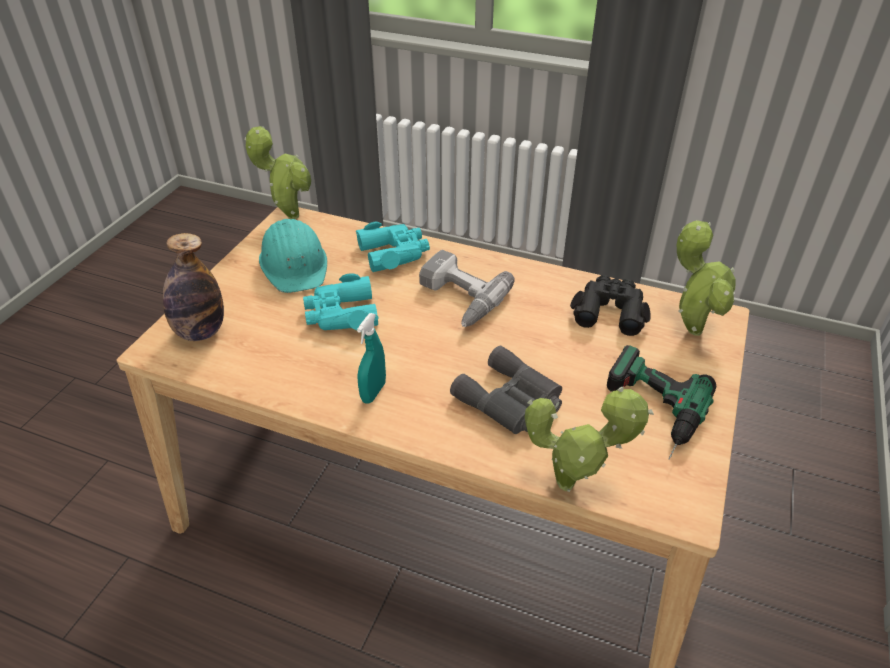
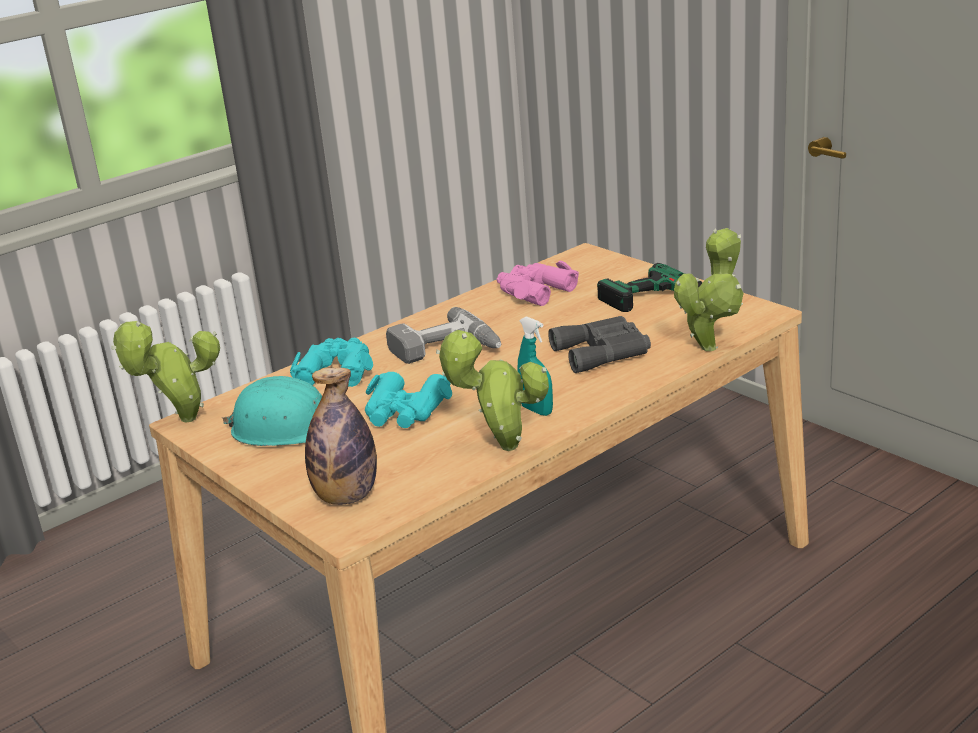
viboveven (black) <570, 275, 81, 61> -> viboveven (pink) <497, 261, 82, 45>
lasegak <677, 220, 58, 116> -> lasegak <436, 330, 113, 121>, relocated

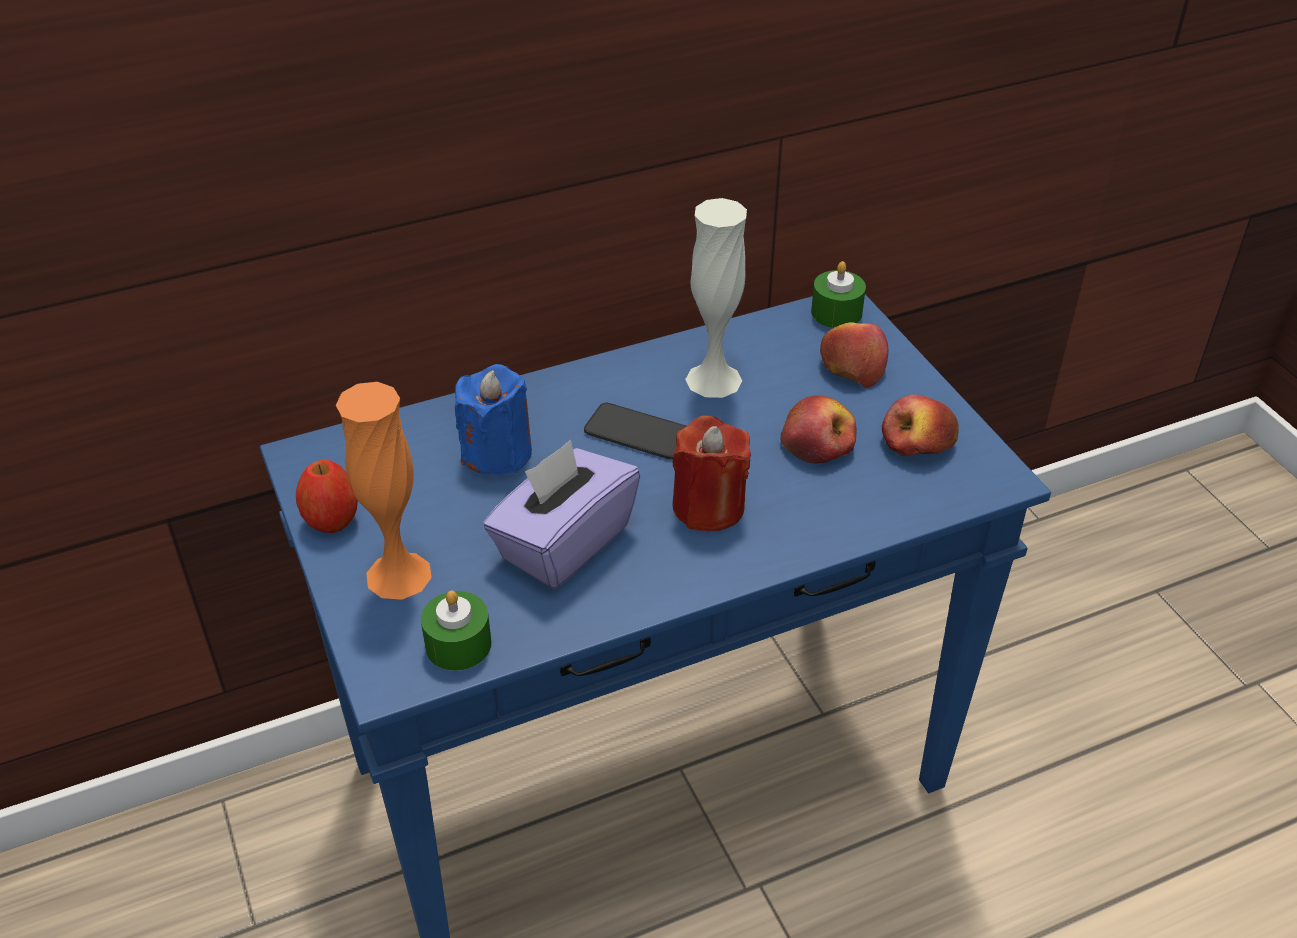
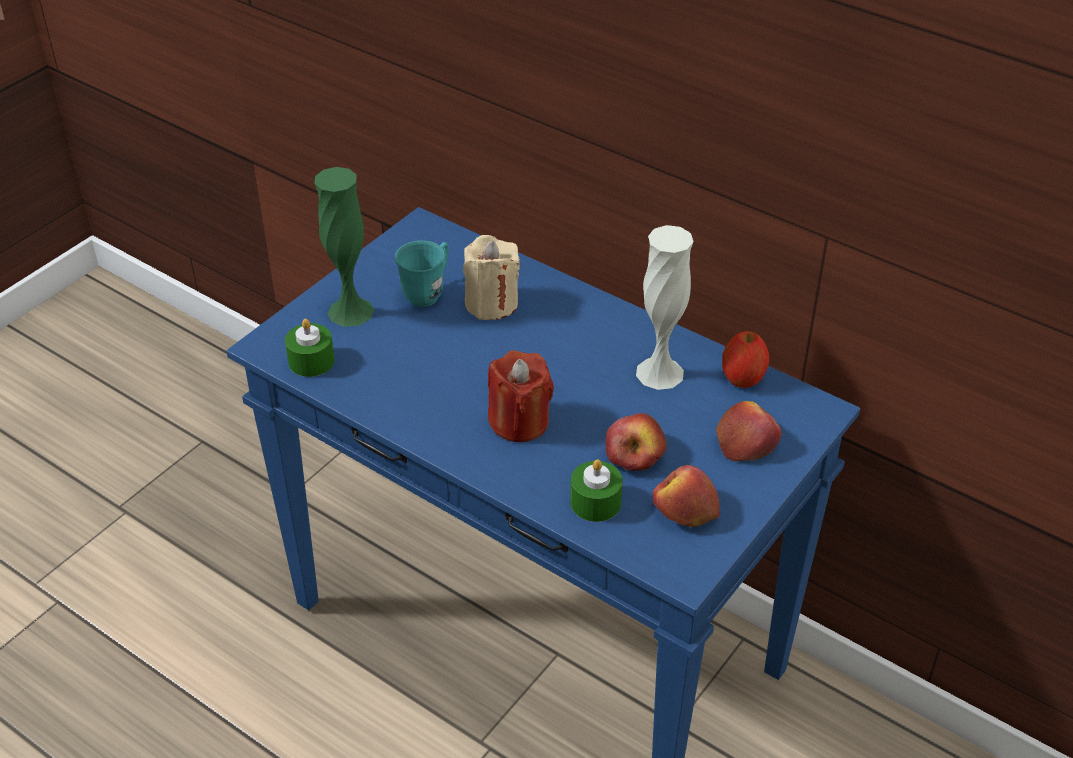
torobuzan <296, 460, 62, 73> -> torobuzan <722, 331, 47, 57>, relocated
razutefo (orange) <336, 382, 96, 218> -> razutefo (green) <315, 167, 59, 160>
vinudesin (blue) <455, 364, 77, 112> -> vinudesin (beige) <463, 235, 57, 85>
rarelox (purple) <483, 439, 158, 150> -> none
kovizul <584, 403, 102, 57> -> none
vinudesin (green) <811, 261, 55, 67> -> vinudesin (green) <570, 459, 53, 63>, relocated
none -> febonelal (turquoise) <395, 240, 54, 67>

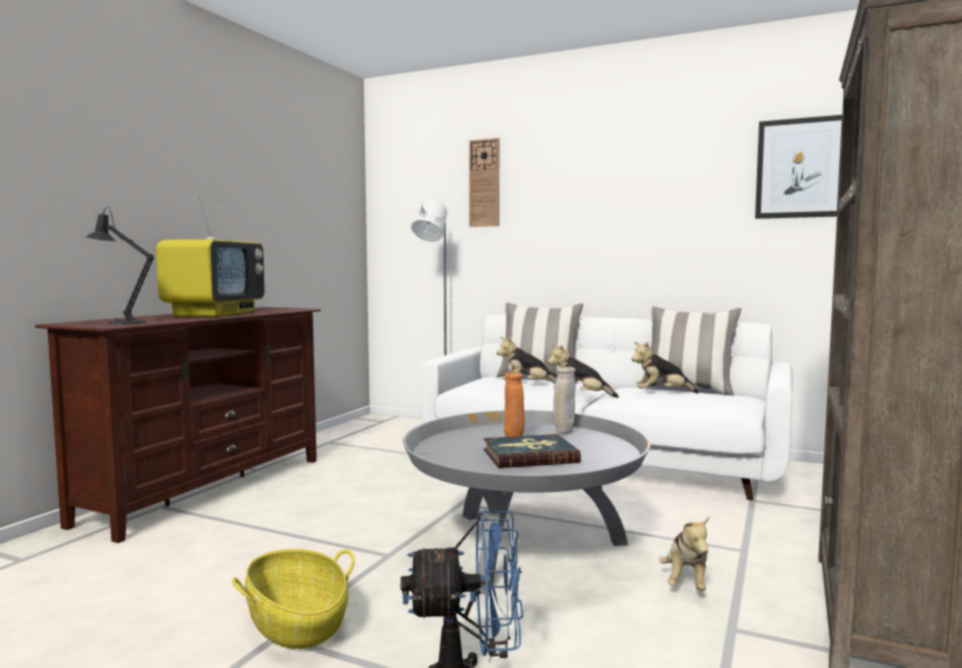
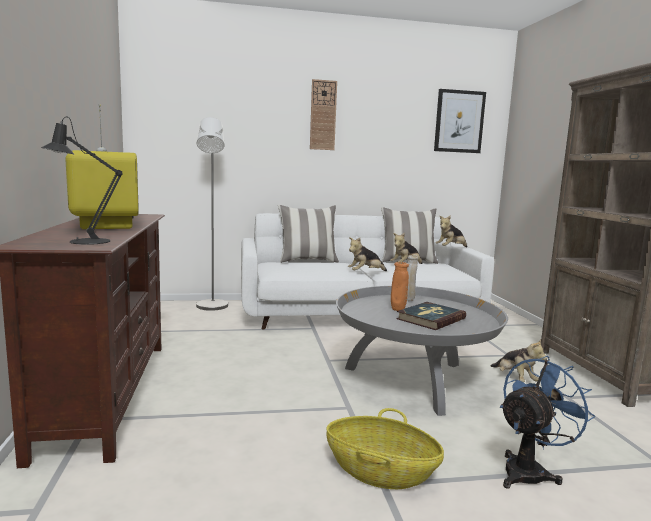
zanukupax <469, 138, 30, 89> -> zanukupax <310, 79, 27, 71>, relocated
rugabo <496, 337, 61, 47> -> rugabo <436, 215, 31, 32>, relocated

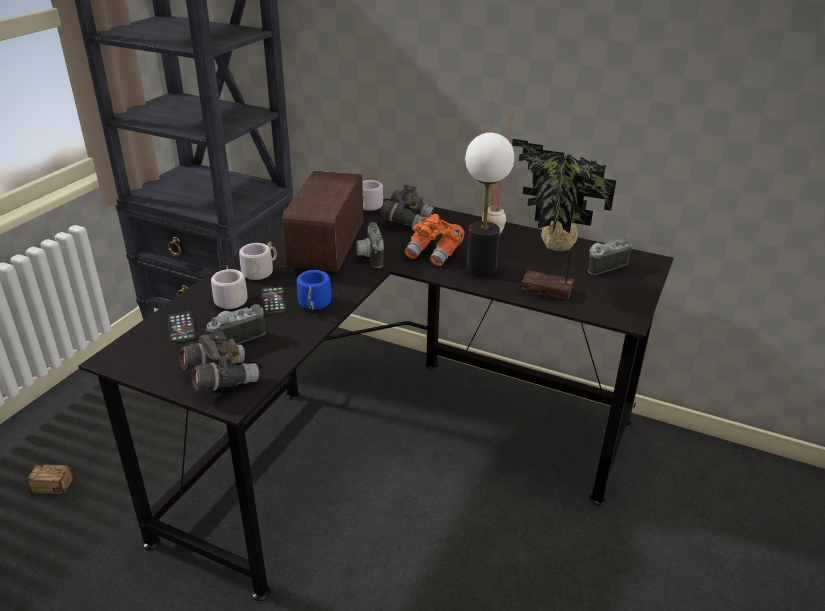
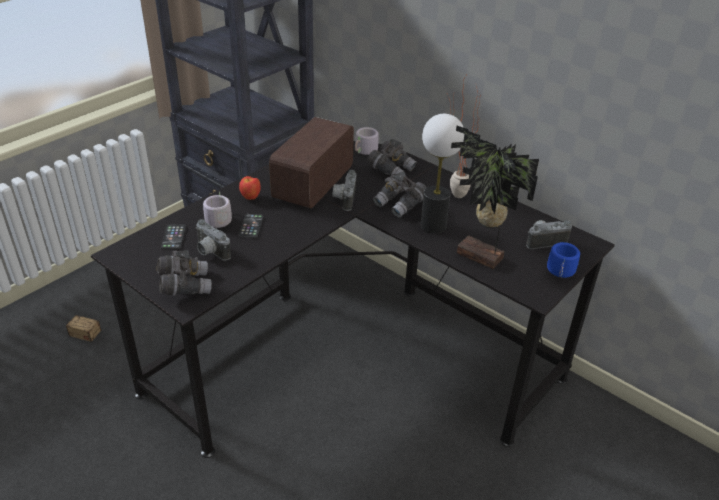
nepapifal <205, 304, 61, 40> -> nepapifal <196, 219, 35, 42>, 120 degrees counterclockwise
febonelal (grey) <239, 241, 38, 39> -> torobuzan <239, 176, 22, 24>
febonelal (blue) <297, 270, 42, 40> -> febonelal (blue) <547, 242, 33, 36>, relocated
viboveven (orange) <405, 214, 60, 52> -> viboveven (grey) <373, 172, 53, 46>

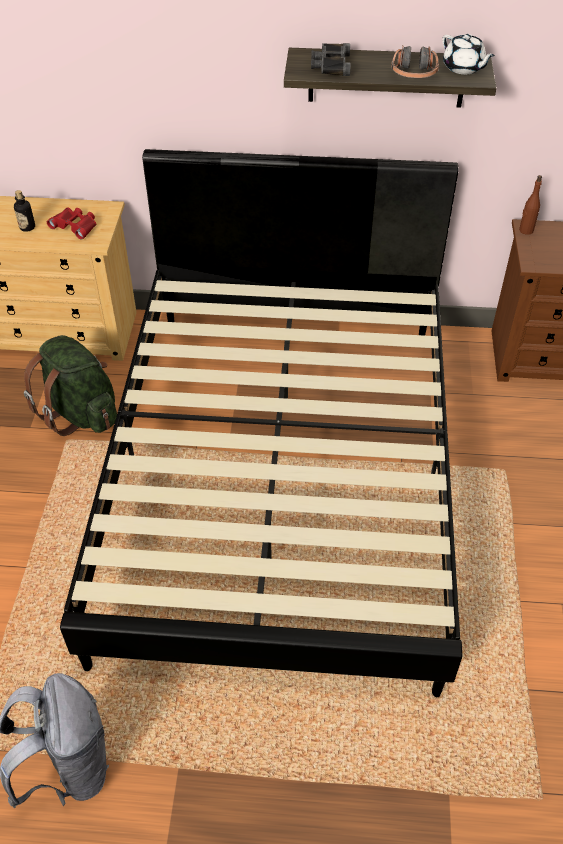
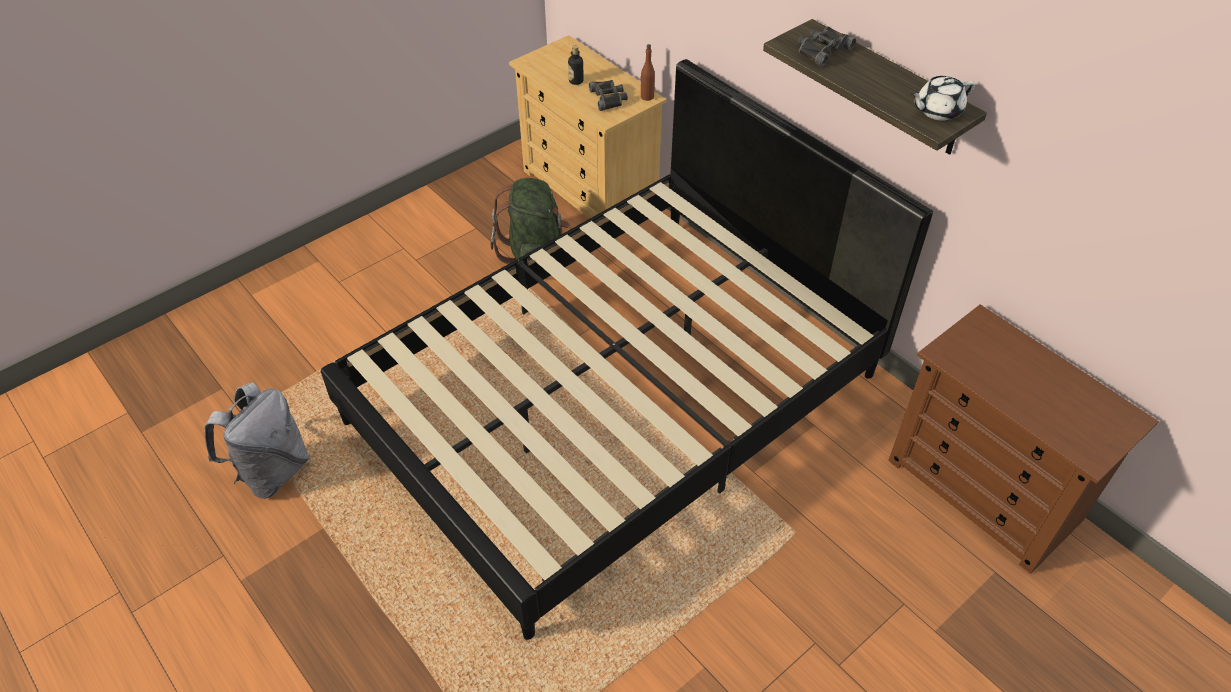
viboveven (red) <47, 207, 49, 33> -> viboveven (black) <589, 80, 39, 31>
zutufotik <391, 46, 48, 32> -> none
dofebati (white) <442, 34, 53, 40> -> dofebati (white) <911, 76, 64, 44>, 60 degrees clockwise
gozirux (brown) <519, 175, 23, 60> -> gozirux (brown) <640, 44, 15, 57>, relocated

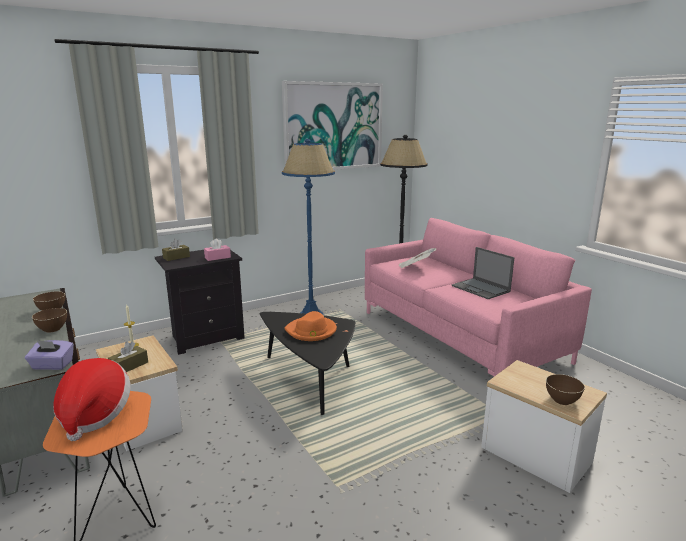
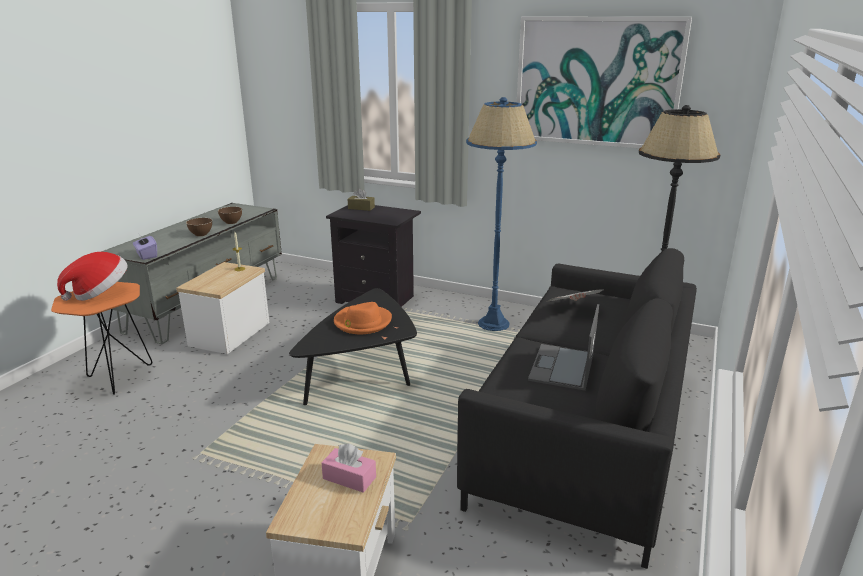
rarelox (brown) <108, 342, 40, 30> -> none
rarelox (pink) <204, 238, 27, 23> -> rarelox (pink) <321, 443, 55, 50>, relocated
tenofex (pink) <365, 218, 227, 158> -> tenofex (black) <457, 248, 240, 321>
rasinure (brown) <546, 374, 39, 31> -> none

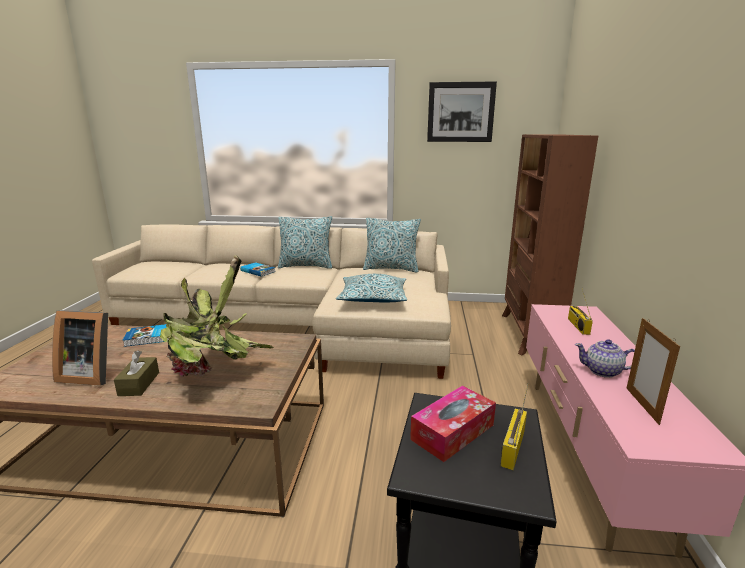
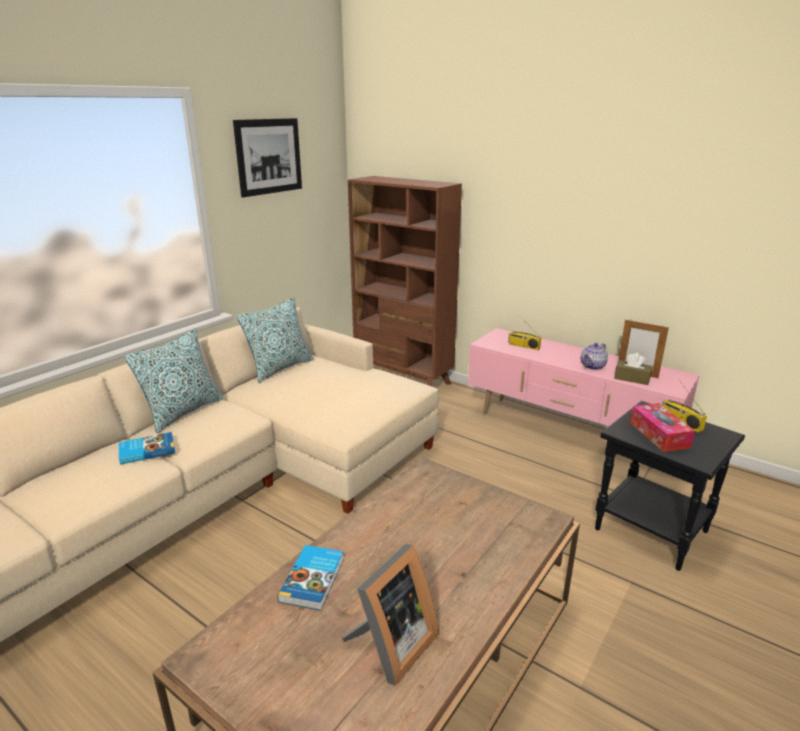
rarelox (brown) <114, 350, 45, 46> -> rarelox (brown) <614, 353, 39, 32>, relocated
lasegak <160, 255, 114, 122> -> none
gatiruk <336, 274, 71, 28> -> none

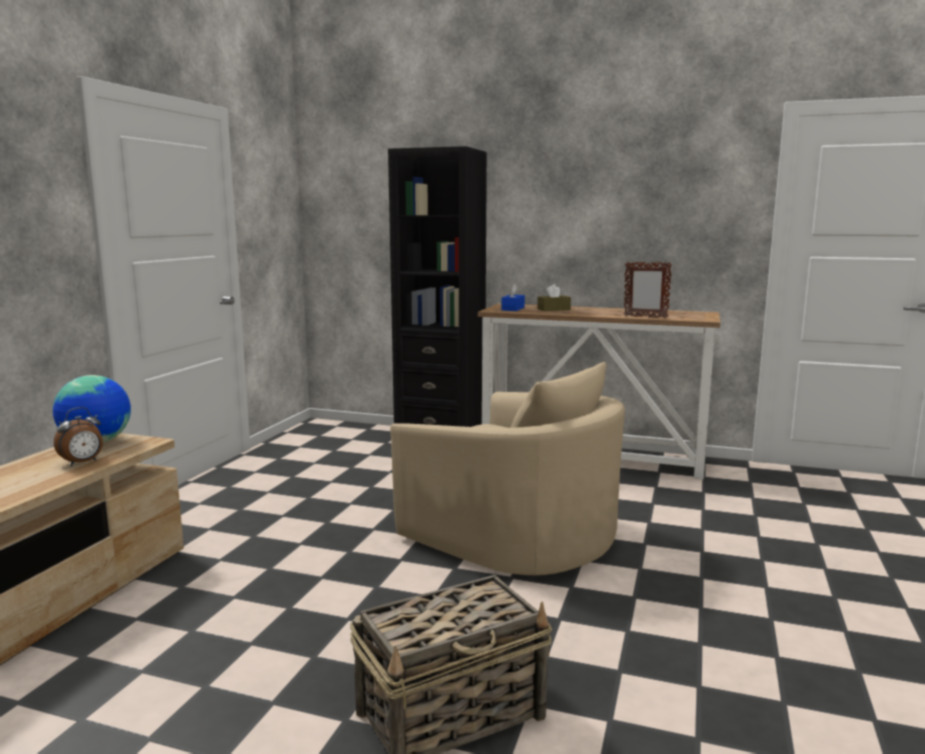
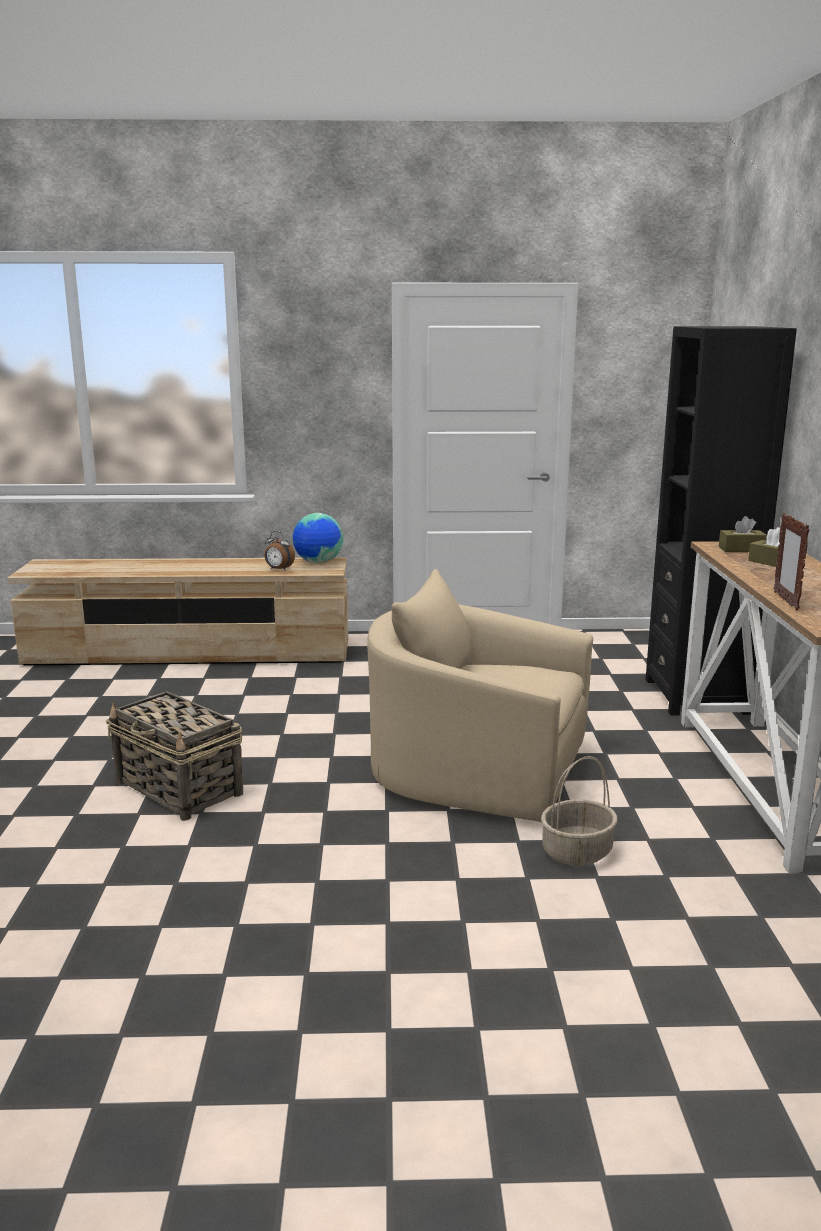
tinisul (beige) <390, 362, 235, 213> -> tinisul (beige) <367, 569, 226, 253>, 90 degrees clockwise
rarelox (blue) <501, 284, 24, 27> -> rarelox (brown) <719, 516, 48, 36>
none -> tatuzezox <541, 756, 76, 110>

